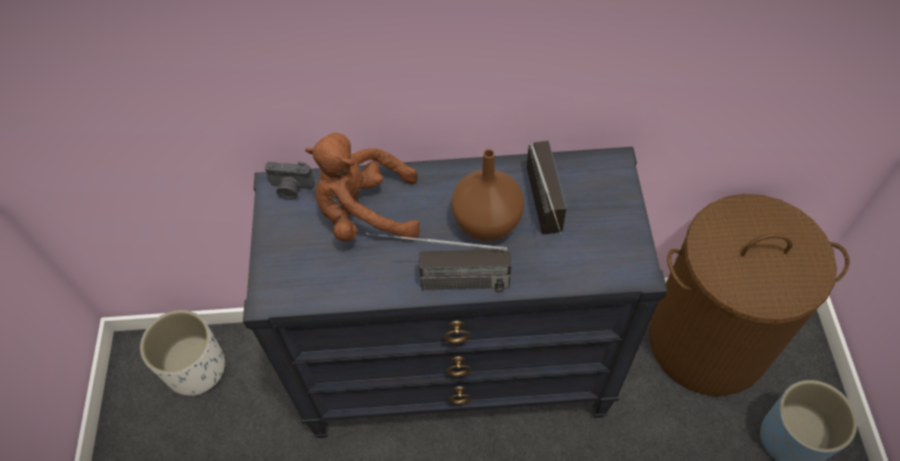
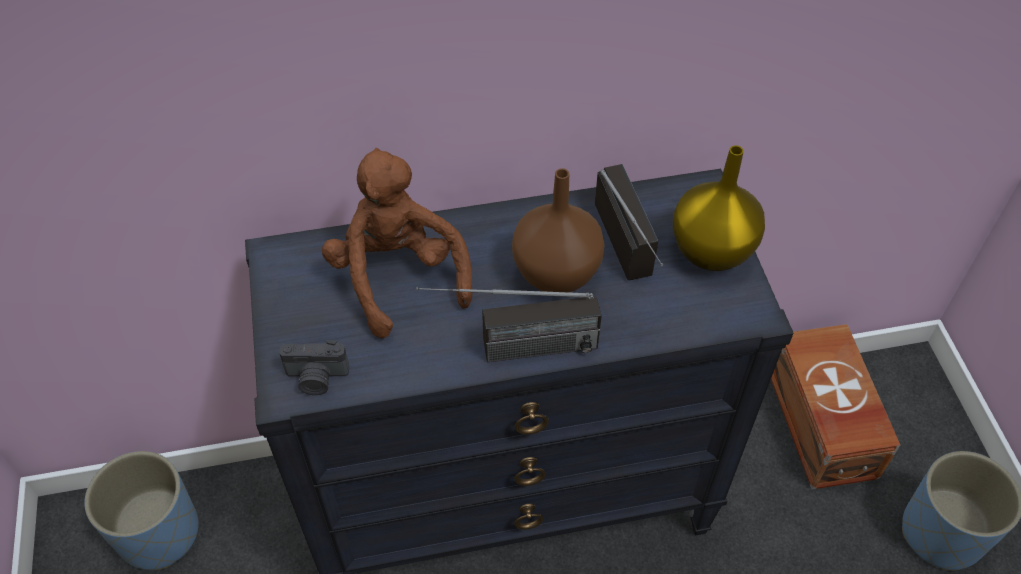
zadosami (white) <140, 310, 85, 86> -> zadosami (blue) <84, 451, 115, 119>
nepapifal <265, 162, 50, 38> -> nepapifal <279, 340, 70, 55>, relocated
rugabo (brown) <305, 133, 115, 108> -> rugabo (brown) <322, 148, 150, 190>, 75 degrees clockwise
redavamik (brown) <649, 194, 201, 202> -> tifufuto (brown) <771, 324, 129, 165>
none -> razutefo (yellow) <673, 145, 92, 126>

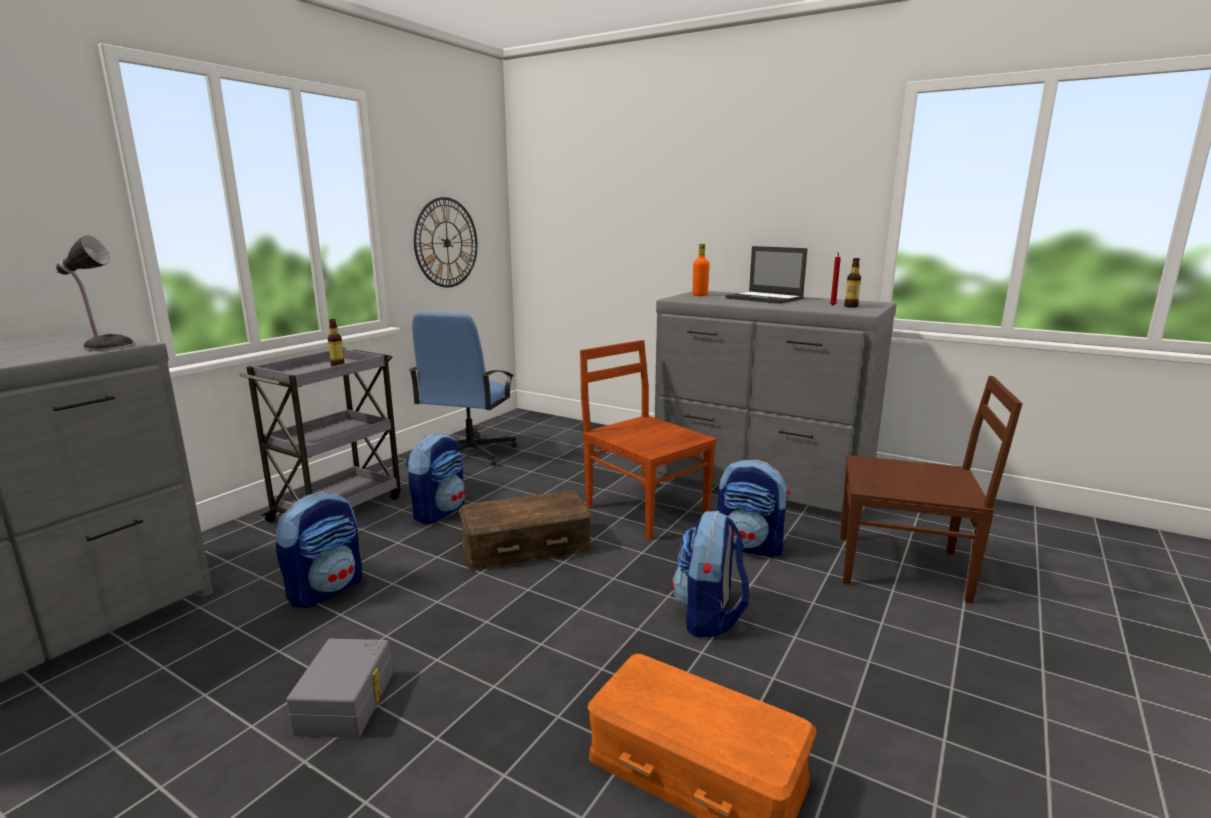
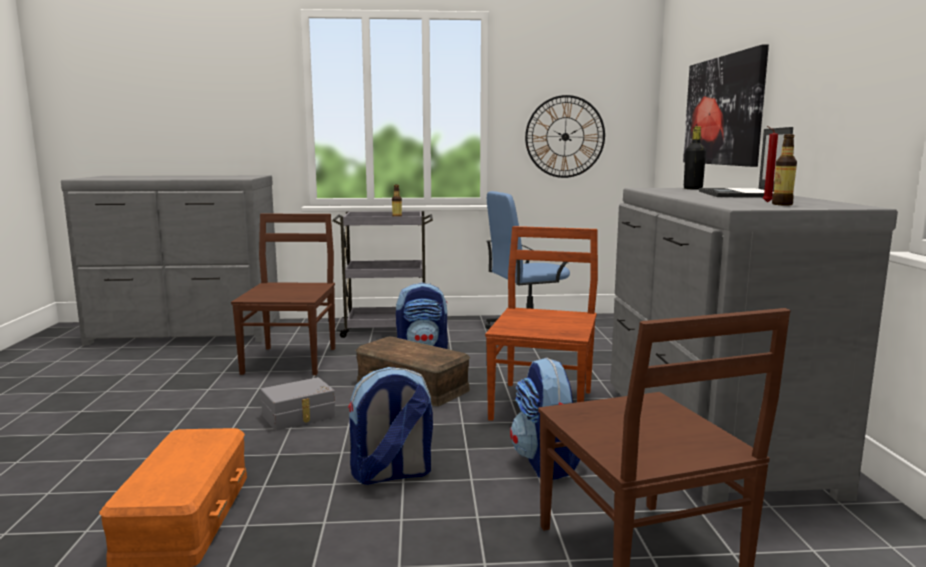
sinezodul <56, 235, 79, 116> -> none
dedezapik <275, 491, 87, 117> -> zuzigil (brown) <231, 214, 104, 161>
tifufuto (grey) <286, 639, 107, 99> -> tifufuto (grey) <261, 377, 75, 54>, relocated
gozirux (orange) <693, 244, 17, 52> -> gozirux (black) <684, 126, 22, 63>
none -> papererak <683, 44, 86, 123>

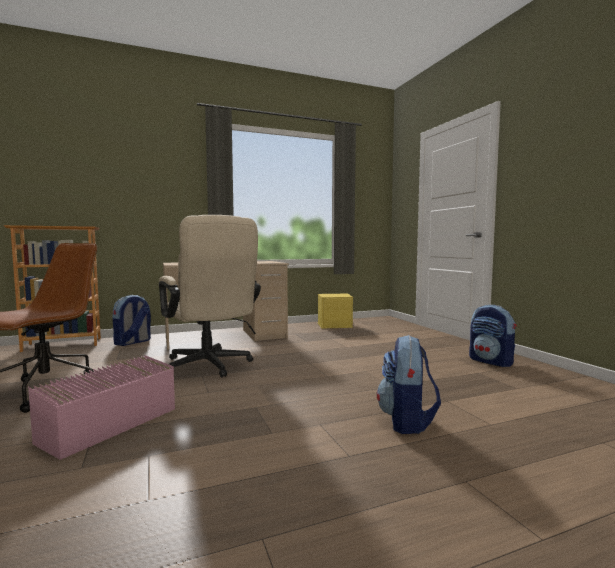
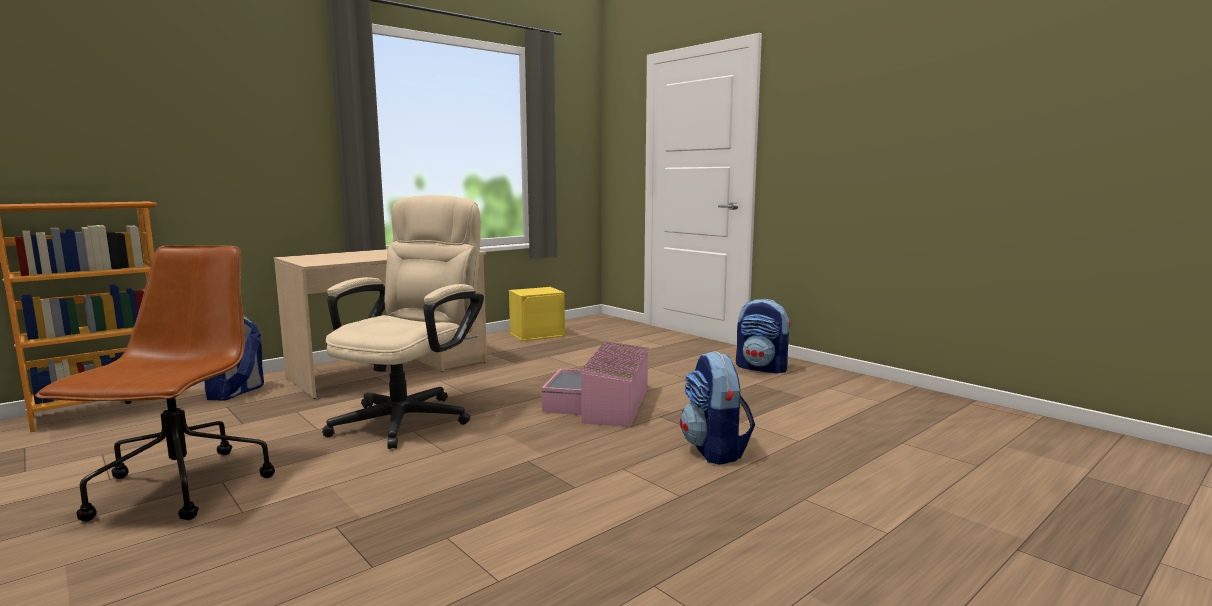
tifufuto (pink) <28, 355, 147, 105> -> tifufuto (pink) <542, 341, 107, 86>, relocated
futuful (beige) <159, 215, 102, 162> -> futuful (beige) <322, 195, 162, 254>, 105 degrees counterclockwise

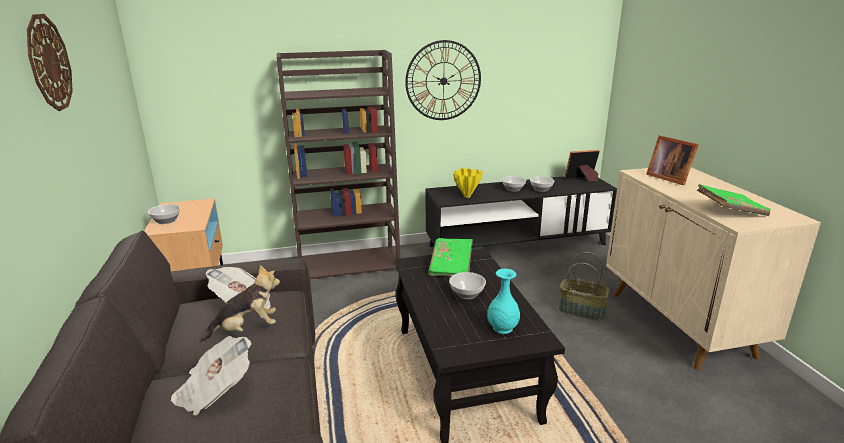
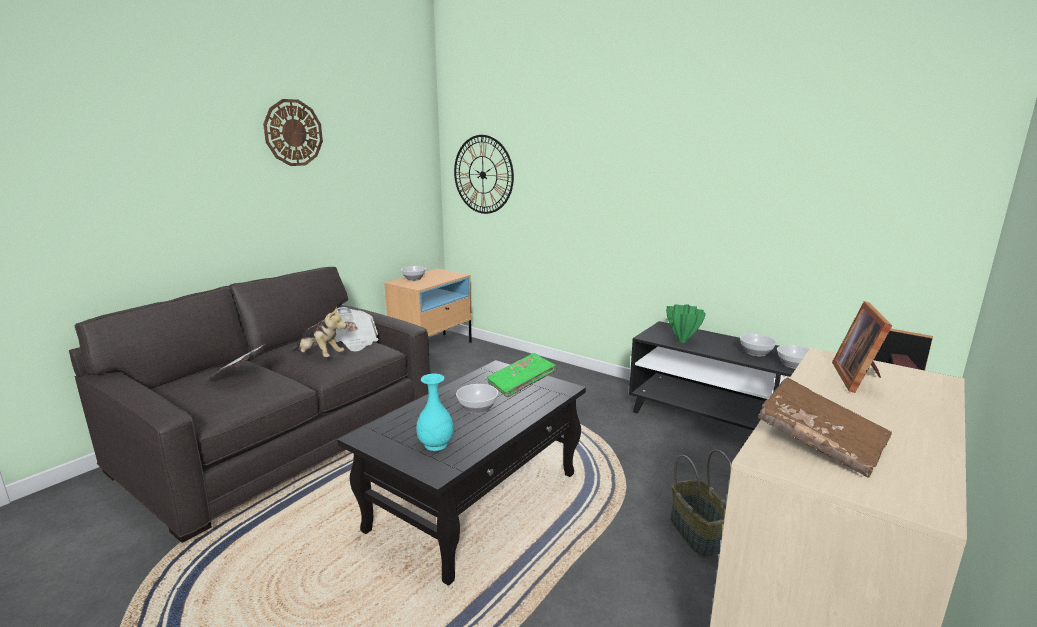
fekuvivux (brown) <277, 50, 123, 229> -> none
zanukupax <405, 40, 76, 80> -> zanukupax <454, 135, 60, 79>, relocated
razutefo (yellow) <453, 168, 30, 30> -> razutefo (green) <666, 304, 40, 39>
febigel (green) <697, 184, 74, 32> -> febigel (brown) <758, 377, 134, 101>

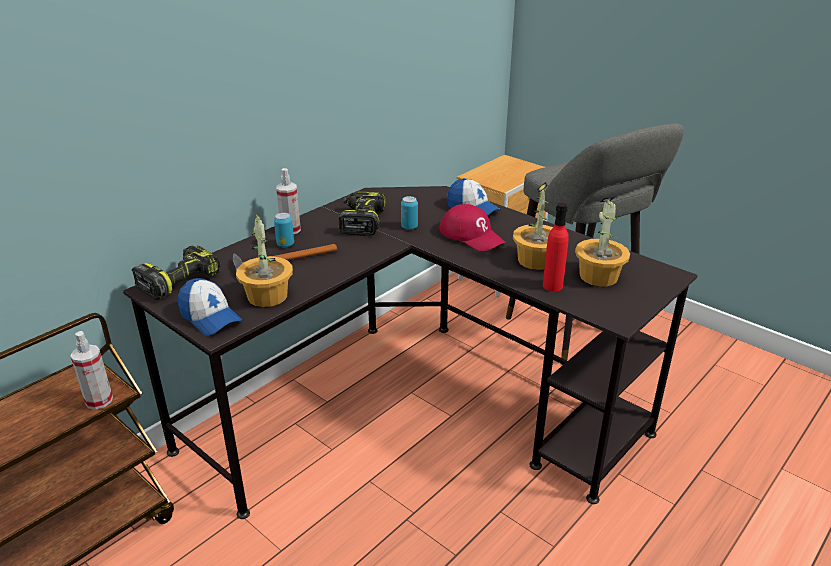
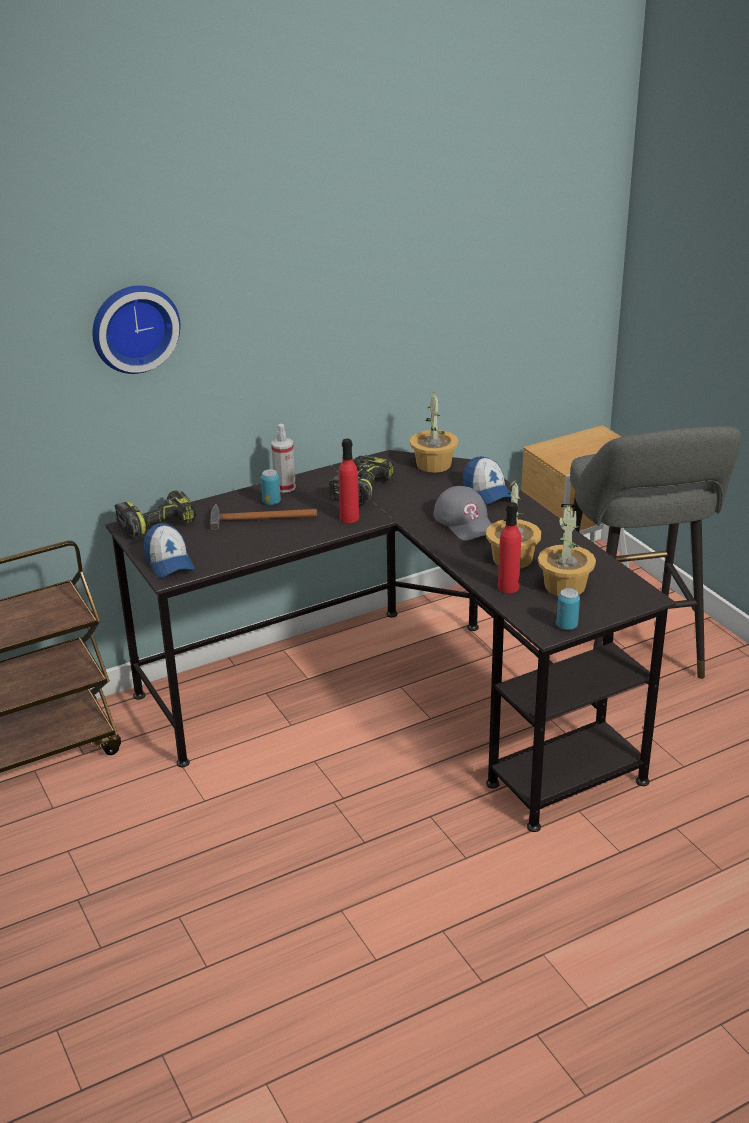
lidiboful <70, 331, 43, 78> -> none
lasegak <236, 214, 57, 93> -> lasegak <410, 391, 48, 82>, relocated
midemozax <401, 196, 17, 34> -> midemozax <556, 588, 24, 42>, relocated
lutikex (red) <439, 204, 66, 48> -> lutikex (grey) <433, 486, 58, 55>
none -> zanukupax <92, 286, 88, 88>
none -> gozirux (red) <339, 439, 20, 84>

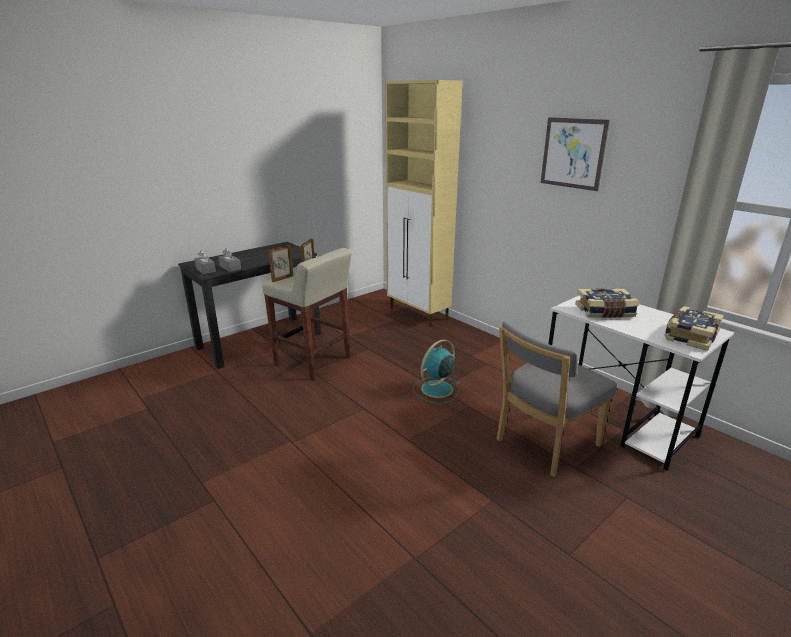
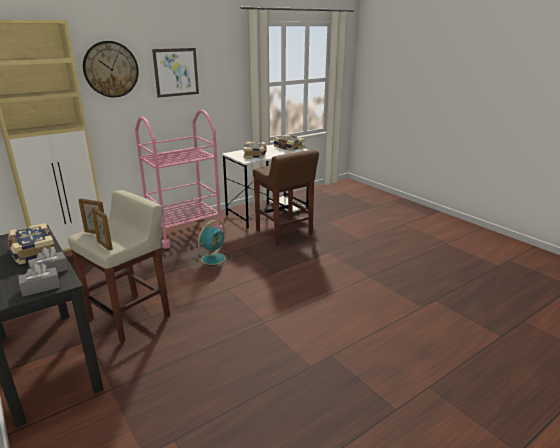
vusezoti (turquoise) <413, 340, 47, 64> -> vusezoti (turquoise) <195, 220, 37, 48>, 105 degrees counterclockwise
zuzigil (grey) <497, 322, 120, 155> -> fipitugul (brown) <253, 150, 66, 95>
none -> febigel <8, 223, 48, 42>
none -> zanukupax <83, 41, 56, 56>
none -> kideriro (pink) <135, 110, 89, 139>

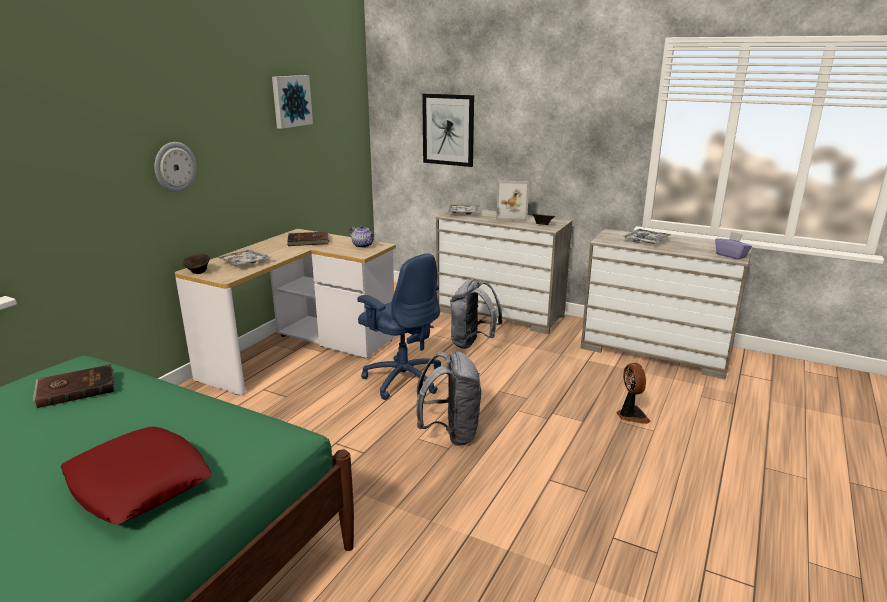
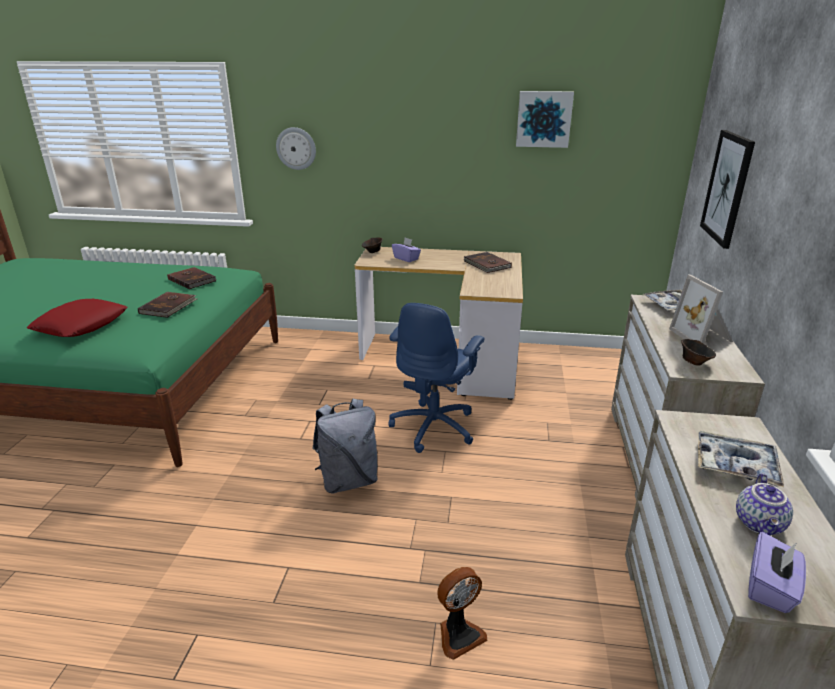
zanukupax <154, 142, 42, 50> -> zanukupax <276, 127, 40, 43>, relocated
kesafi <216, 250, 55, 16> -> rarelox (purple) <392, 238, 29, 24>
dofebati <349, 225, 26, 23> -> dofebati <736, 473, 57, 63>, relocated
dedezapik (grey) <450, 279, 53, 70> -> none
none -> febigel (brown) <138, 292, 60, 26>

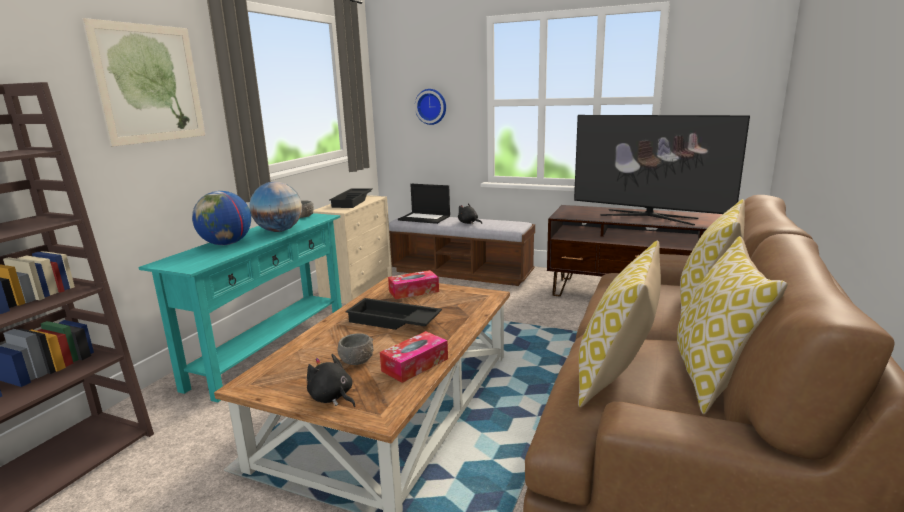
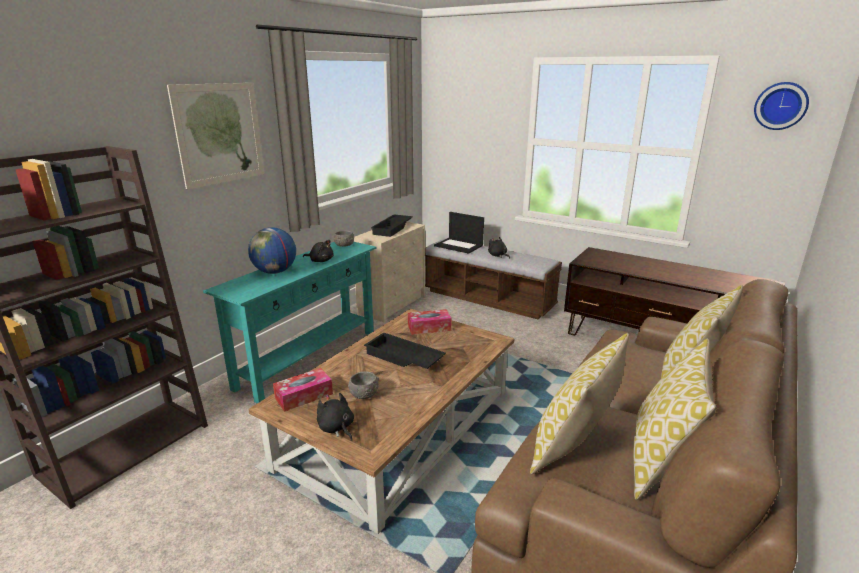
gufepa <249, 182, 53, 50> -> rugabo (black) <303, 240, 31, 22>
rarelox <380, 331, 68, 52> -> rarelox <273, 368, 60, 44>, relocated
zanukupax <415, 89, 31, 36> -> zanukupax <754, 82, 55, 48>, relocated
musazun <574, 115, 176, 110> -> none

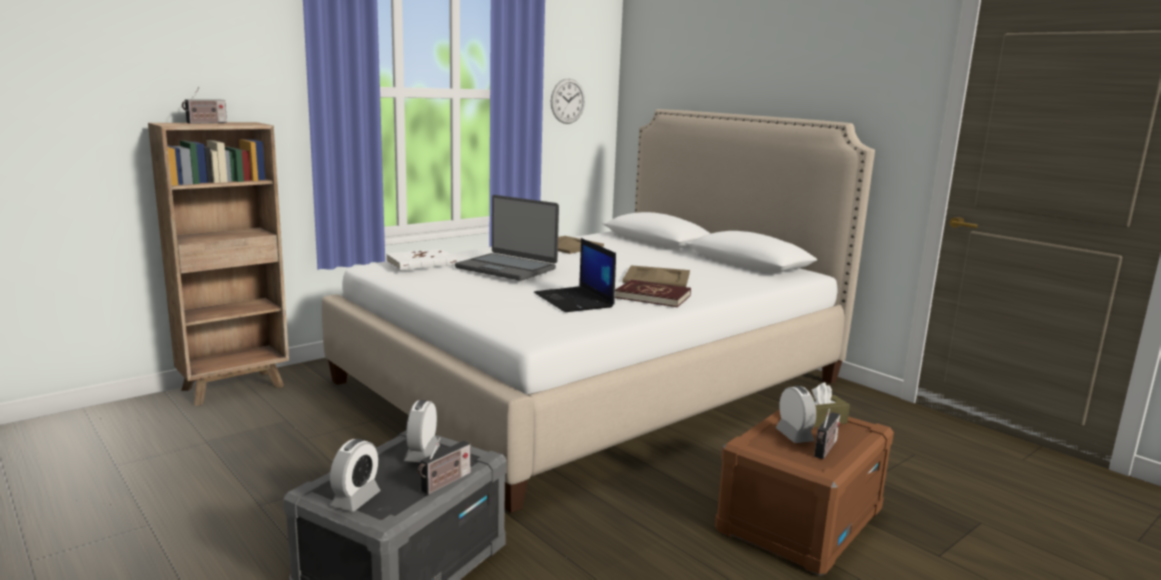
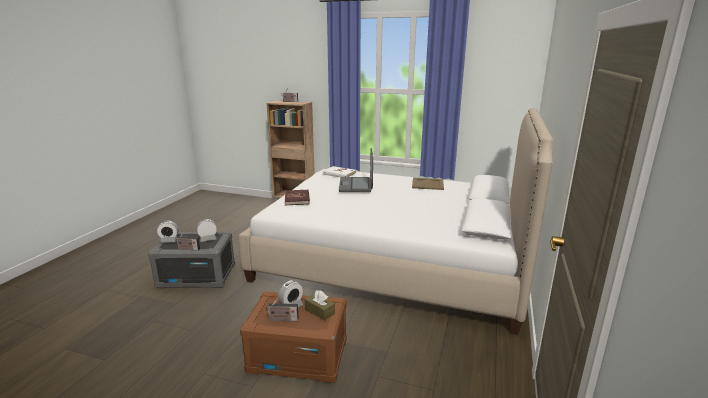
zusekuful <534, 238, 82, 74> -> none
zanukupax <551, 78, 34, 46> -> none
febigel (red) <615, 280, 76, 27> -> febigel (red) <285, 190, 25, 15>, relocated
kesafi (beige) <622, 265, 68, 22> -> none

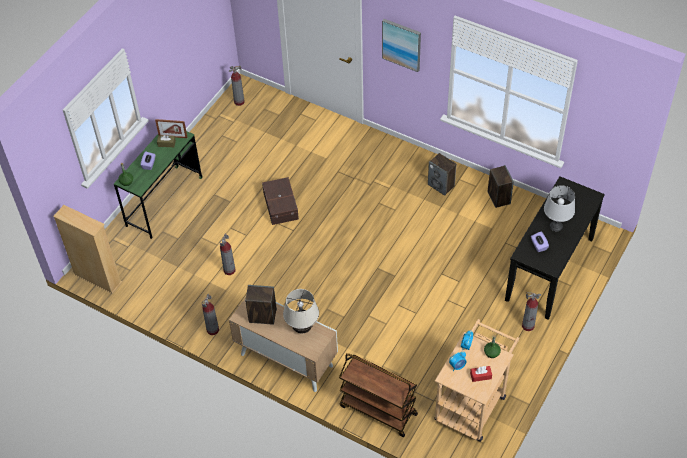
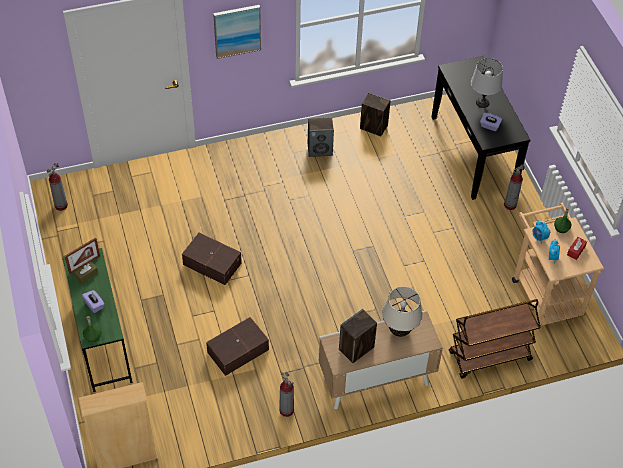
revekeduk <220, 233, 15, 42> -> tifufuto (brown) <206, 317, 63, 59>

